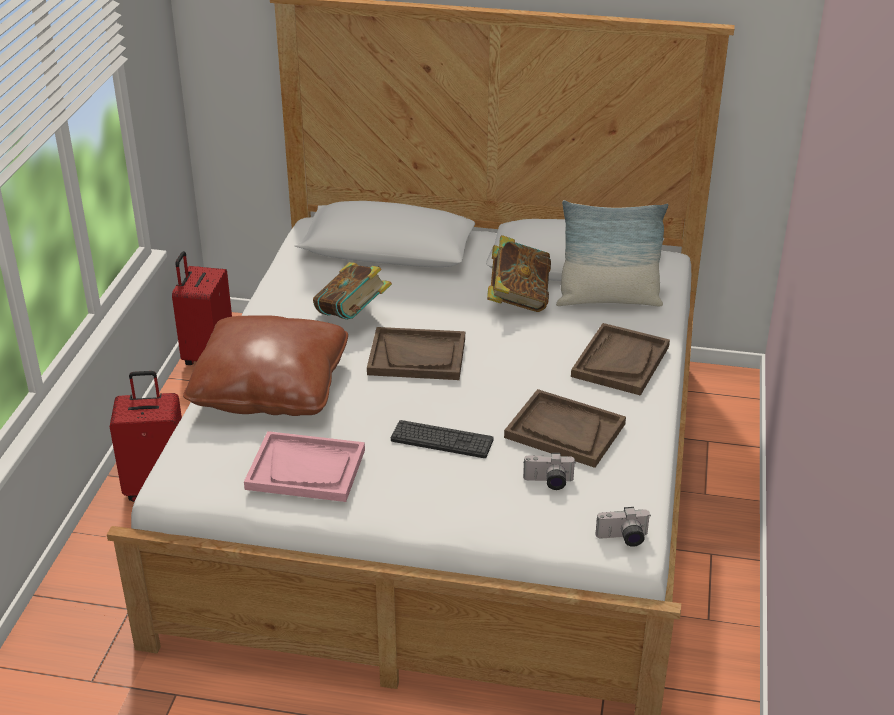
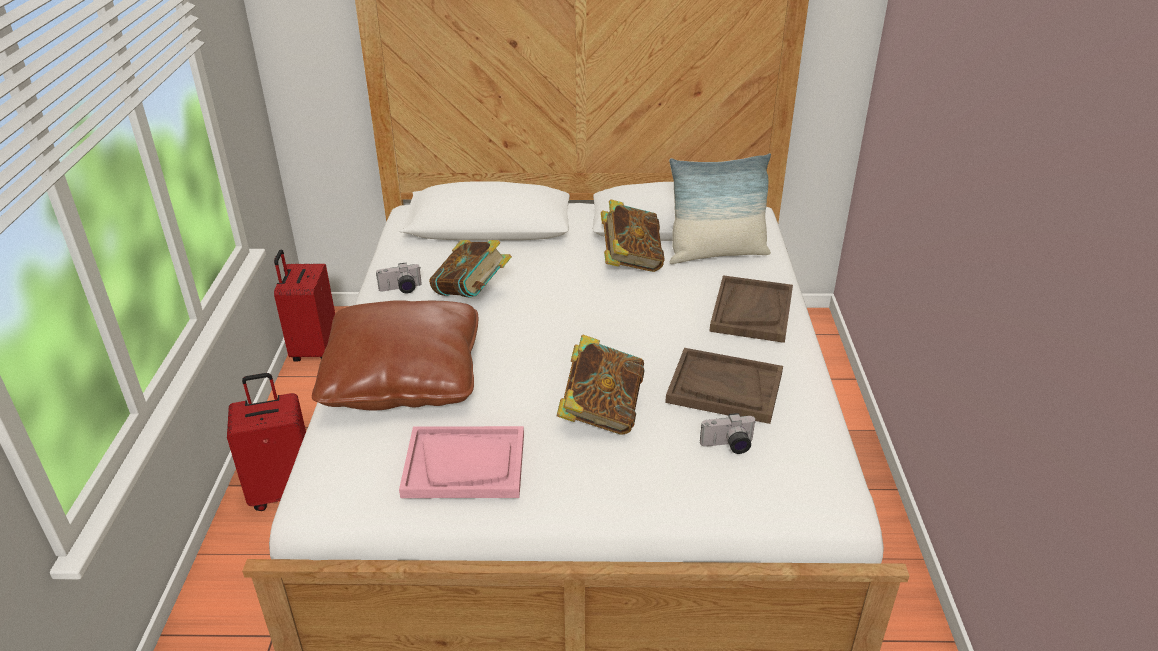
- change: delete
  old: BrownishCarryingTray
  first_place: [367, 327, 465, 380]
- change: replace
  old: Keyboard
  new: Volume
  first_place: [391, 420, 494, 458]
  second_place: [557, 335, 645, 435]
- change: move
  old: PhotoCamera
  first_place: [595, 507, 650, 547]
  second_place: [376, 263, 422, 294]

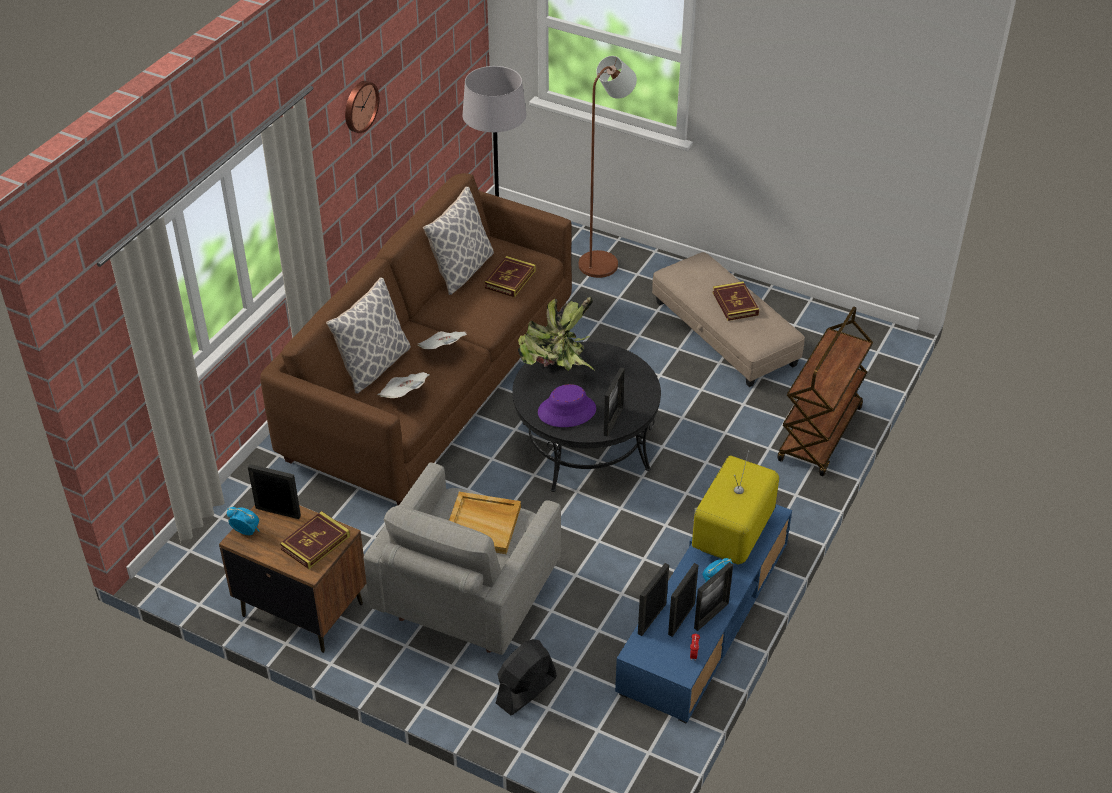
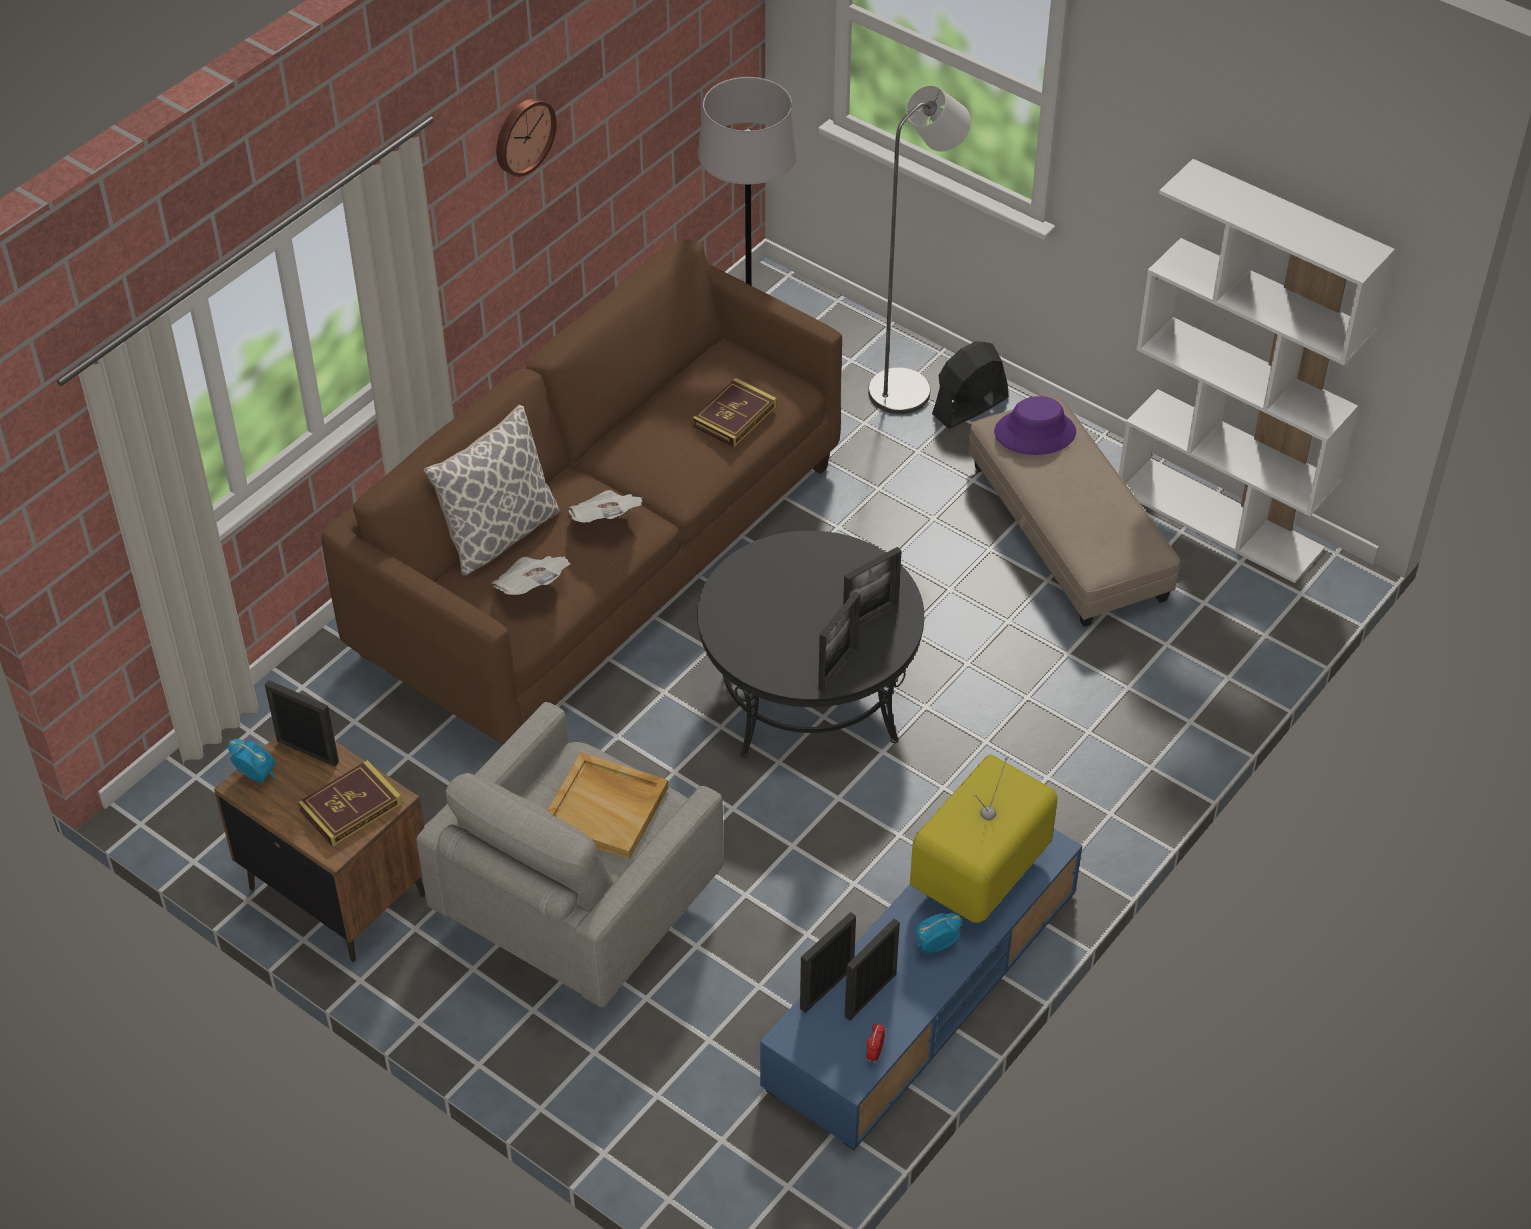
- change: delete
  old: Pillow
  first_place: [423, 187, 494, 295]
- change: move
  old: BlackColouredCoolingFan
  first_place: [496, 639, 557, 715]
  second_place: [932, 341, 1008, 429]
- change: delete
  old: PottedPlant
  first_place: [518, 297, 594, 371]
- change: move
  old: PurplishHat
  first_place: [538, 384, 596, 427]
  second_place: [994, 396, 1076, 455]
- change: recolor
  old: BrownishStandardLamp
  new: GreyishStandardLamp
  first_place: [579, 56, 637, 278]
  second_place: [868, 85, 971, 414]
- change: move
  old: PhotoFrame
  first_place: [694, 562, 733, 631]
  second_place: [843, 547, 901, 628]
- change: delete
  old: Volume
  first_place: [712, 281, 759, 321]
- change: delete
  old: BrownishWheeledCart
  first_place: [778, 306, 873, 476]
- change: insert
  new: WhitishBookcase
  second_place: [1119, 159, 1395, 583]

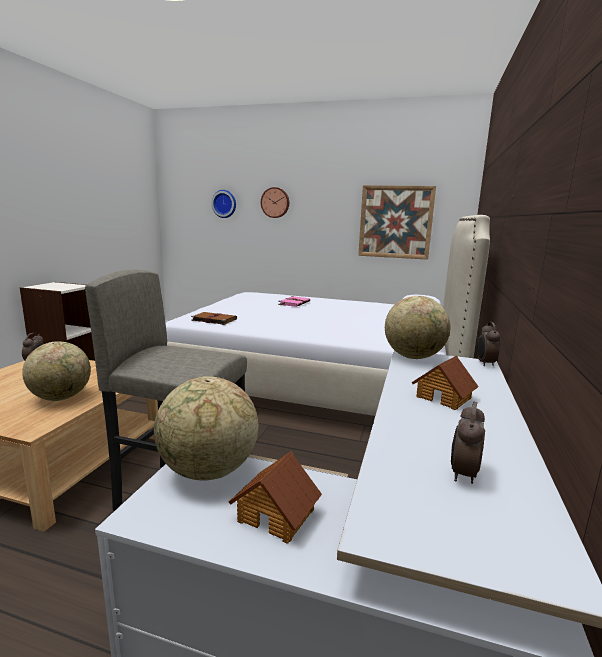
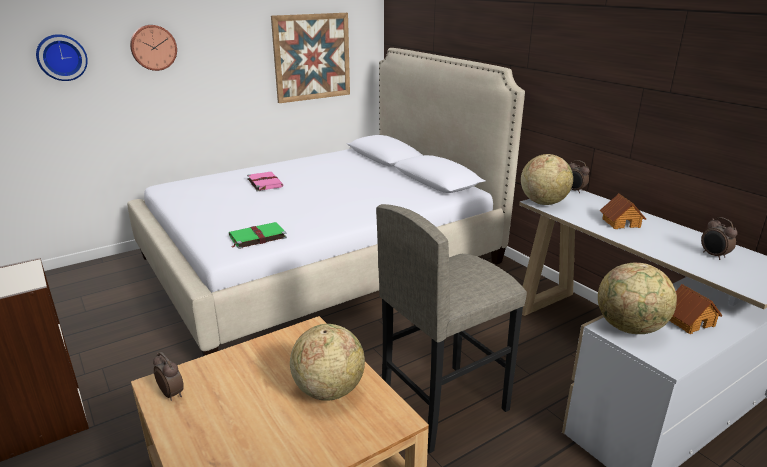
- change: recolor
  old: BrownishVolume
  new: GreenColouredVolume
  first_place: [191, 312, 237, 325]
  second_place: [229, 222, 287, 249]

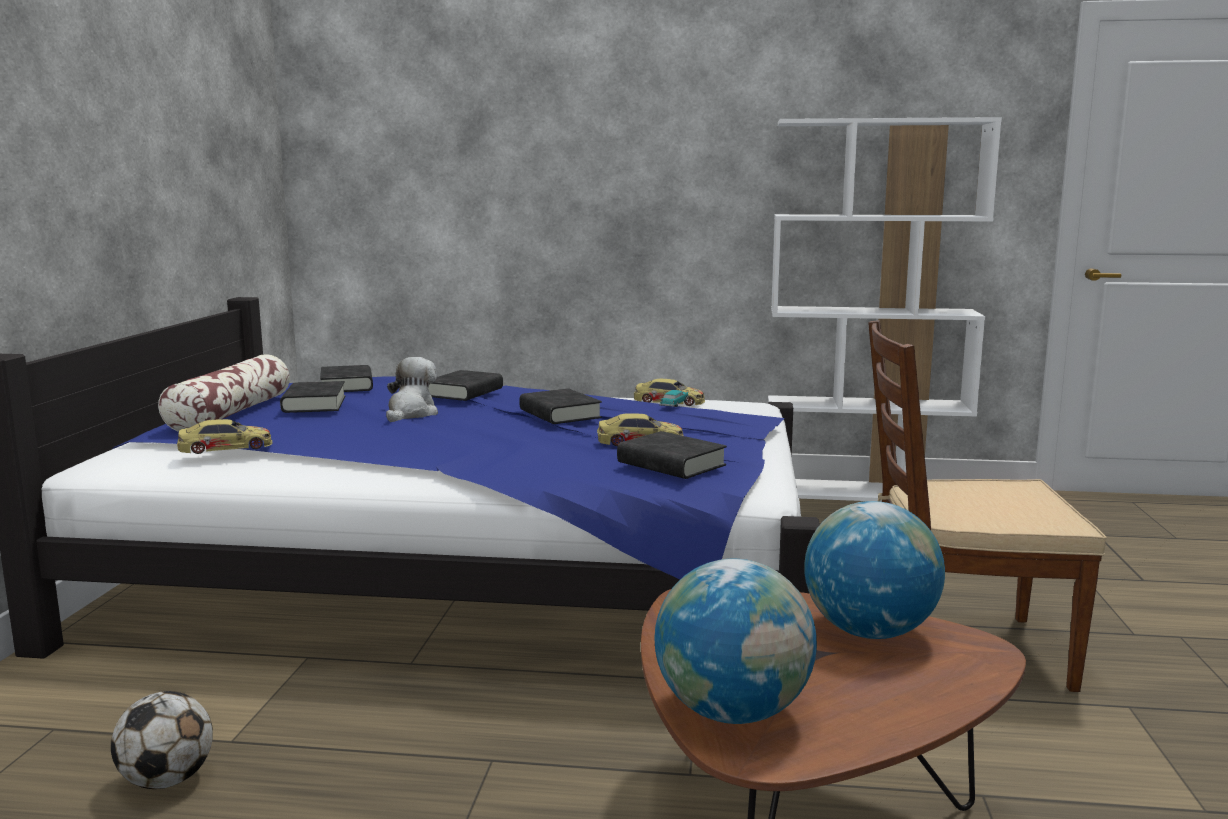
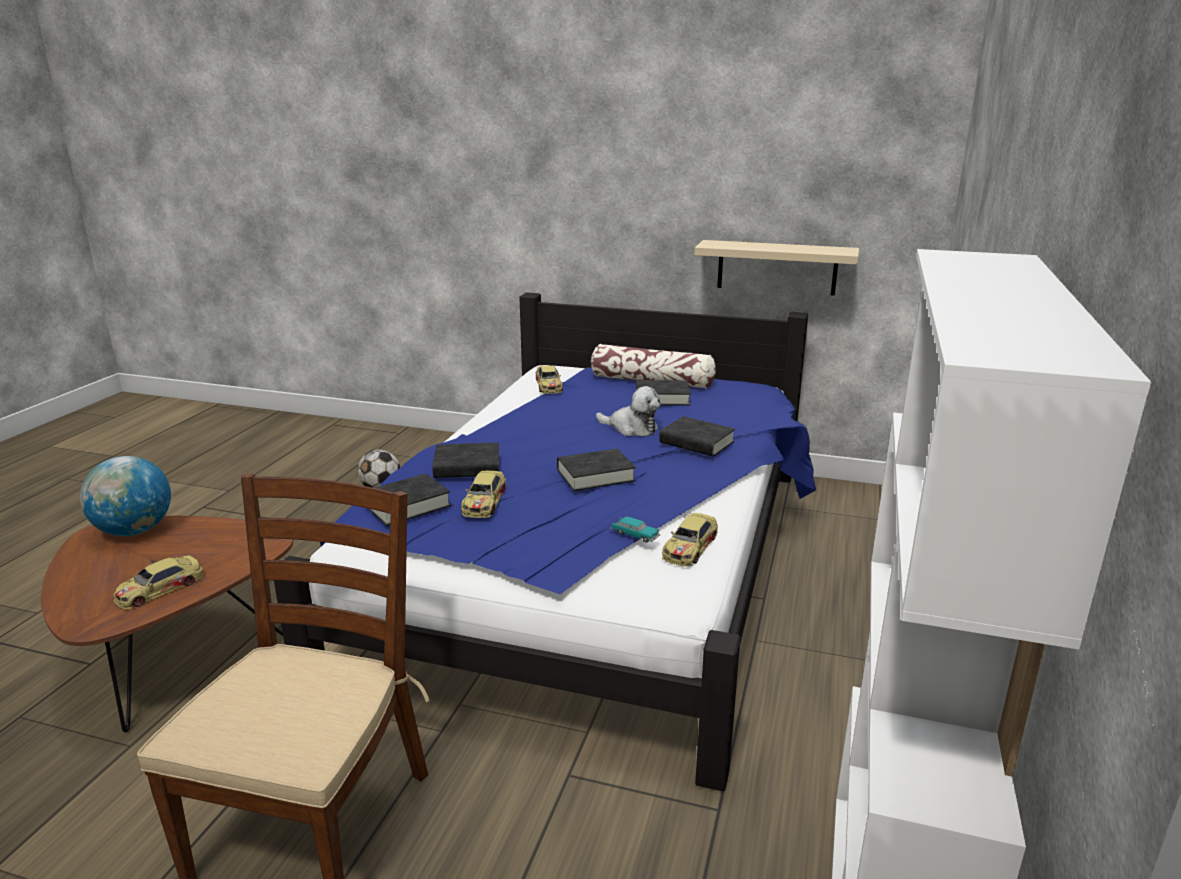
- change: move
  old: BlackColouredVolume
  first_place: [320, 365, 373, 392]
  second_place: [432, 443, 499, 478]
- change: replace
  old: Globe
  new: ToyCar
  first_place: [804, 501, 945, 639]
  second_place: [114, 555, 204, 609]
- change: insert
  new: BeigeWallShelf
  second_place: [695, 240, 859, 296]

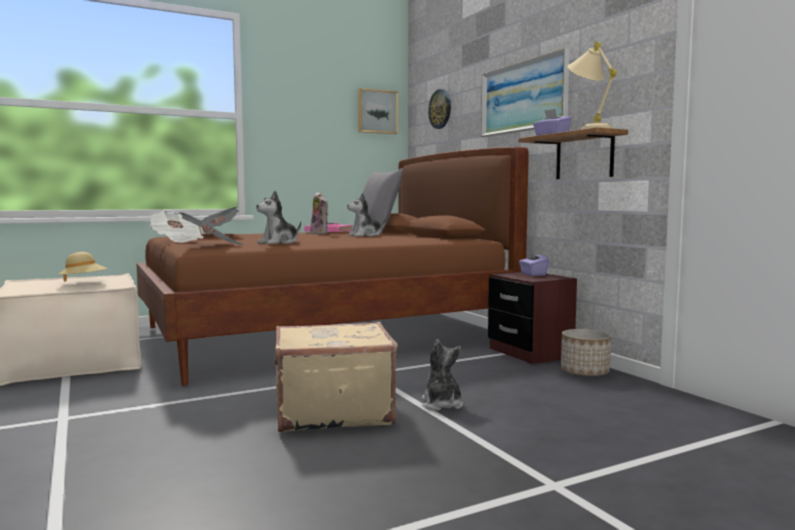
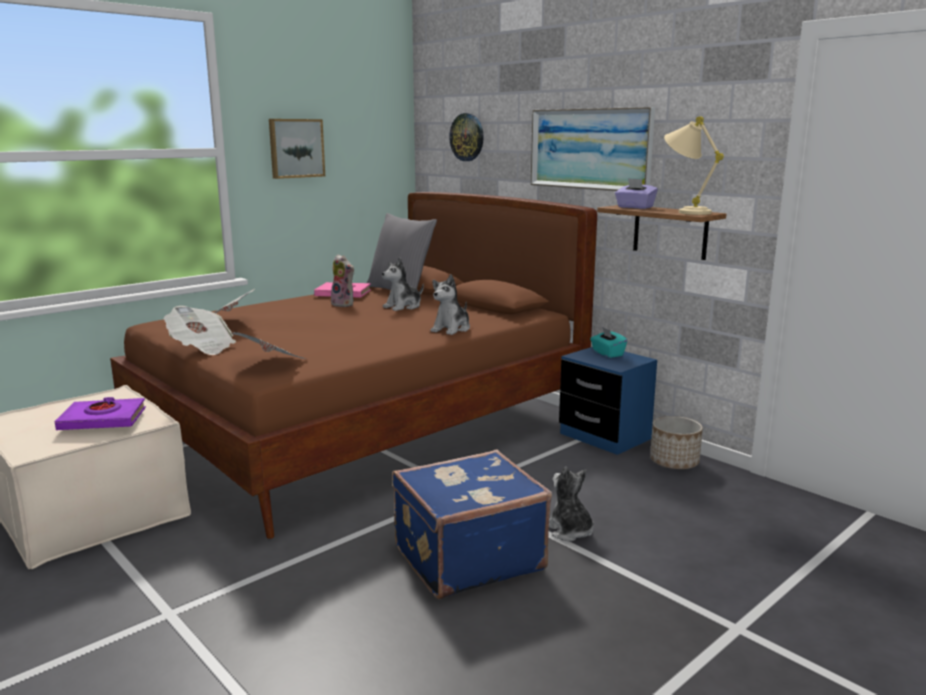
- change: replace
  old: BeigeHat
  new: PurplishVolume
  first_place: [58, 252, 108, 282]
  second_place: [55, 397, 146, 430]
- change: move
  old: PlushToy
  first_place: [256, 190, 301, 244]
  second_place: [431, 274, 470, 335]
- change: recolor
  old: BeigeSuitcase
  new: BluishSuitcase
  first_place: [275, 322, 398, 433]
  second_place: [392, 449, 552, 599]
- change: move
  old: WallArt
  first_place: [358, 88, 398, 134]
  second_place: [269, 119, 325, 179]
- change: recolor
  old: BrownishNightTable
  new: BluishNightTable
  first_place: [488, 272, 577, 364]
  second_place: [559, 347, 657, 455]
- change: recolor
  old: PurplishBoxOfTissues
  new: BlueGreenBoxOfTissues
  first_place: [519, 249, 549, 276]
  second_place: [590, 327, 627, 358]

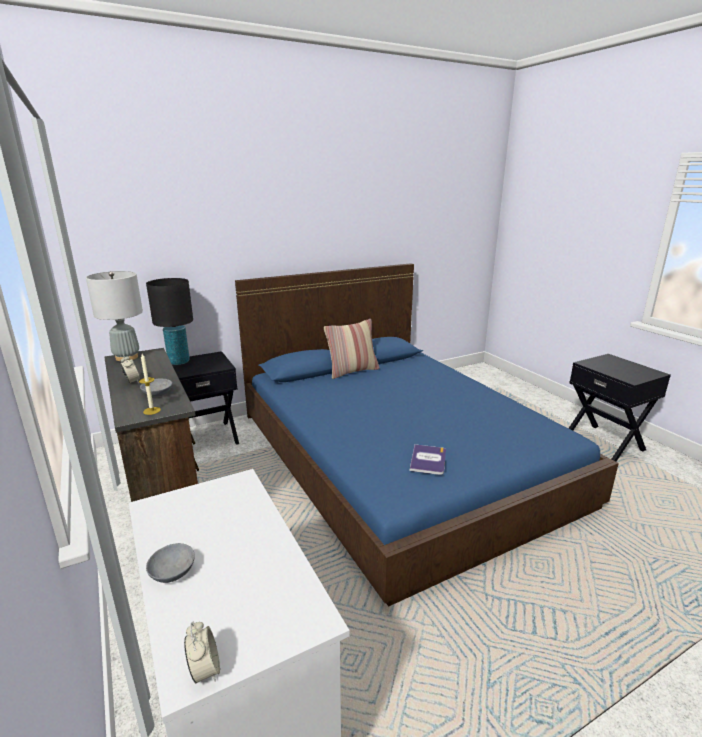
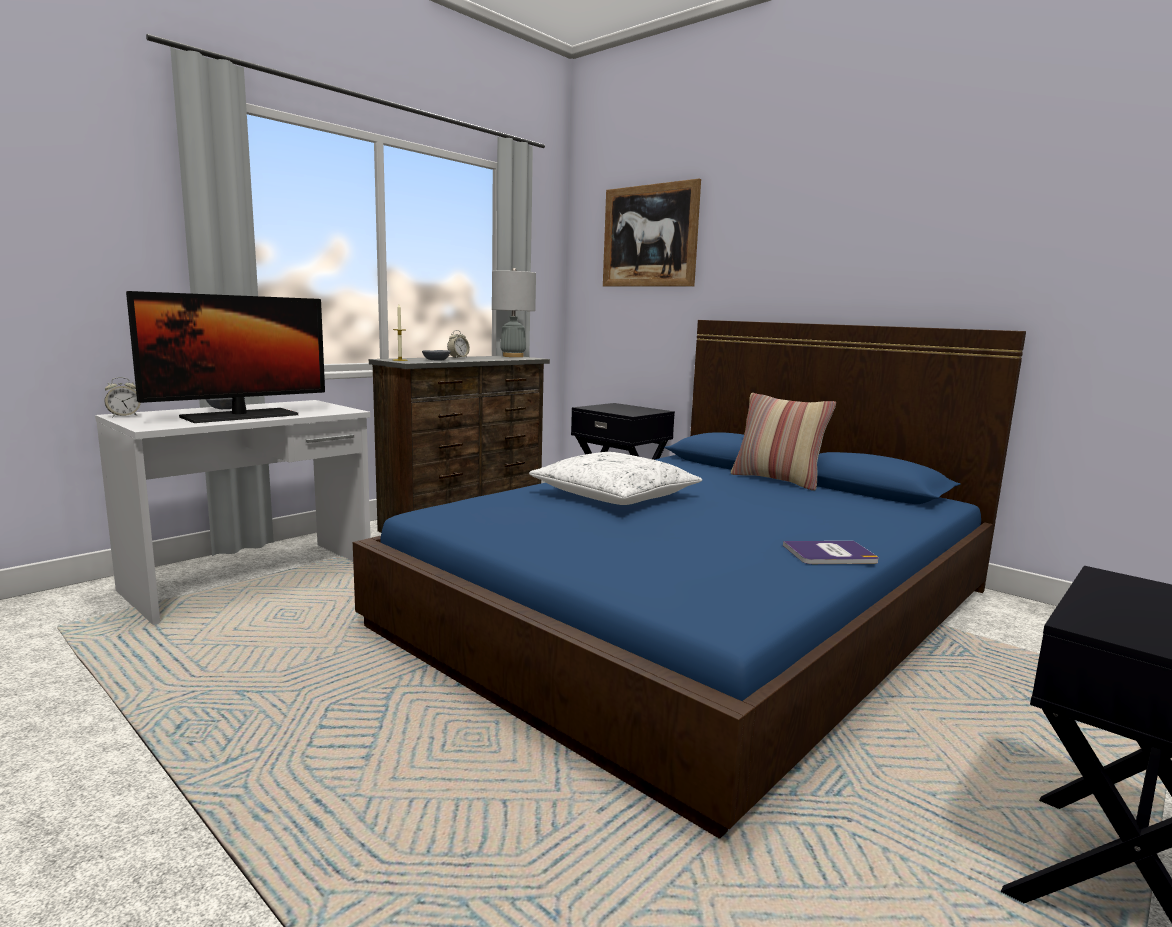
- change: delete
  old: BlackColouredTabletopLamp
  first_place: [146, 278, 193, 365]
- change: move
  old: Volume
  first_place: [410, 444, 446, 475]
  second_place: [783, 541, 879, 564]
- change: insert
  new: ComputerScreen
  second_place: [126, 291, 325, 423]
- change: insert
  new: WhitishPillow
  second_place: [529, 452, 702, 505]
- change: insert
  new: WallArt
  second_place: [603, 179, 701, 287]

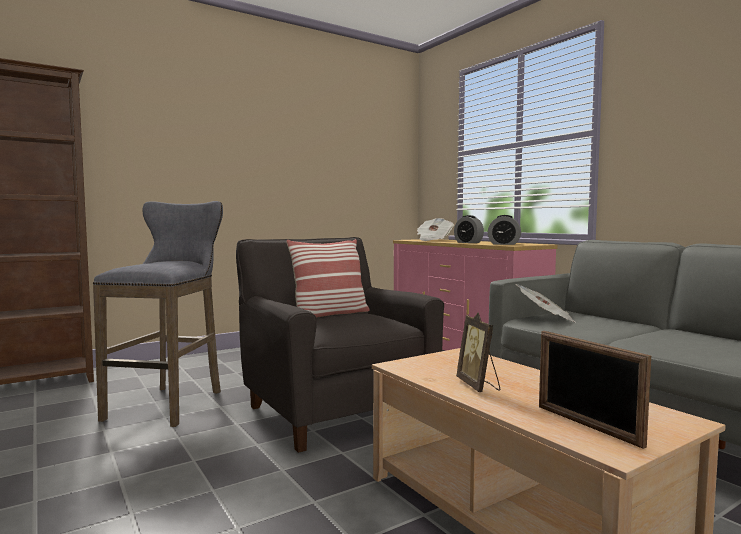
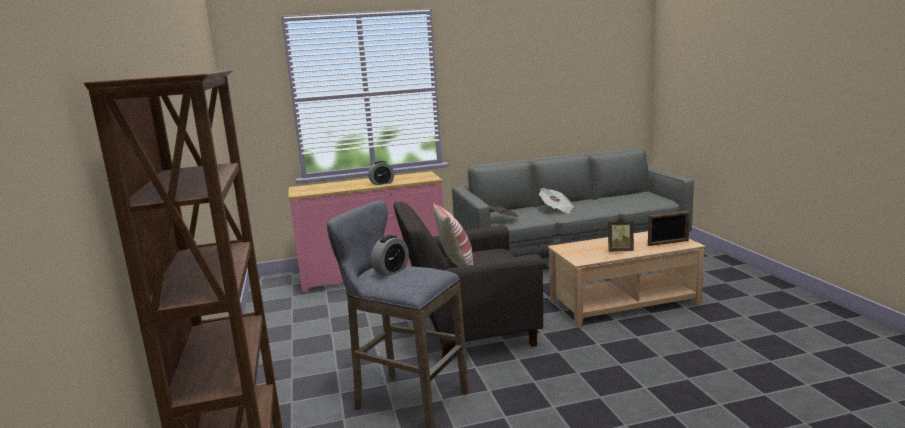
- change: move
  old: Newspaper
  first_place: [417, 218, 454, 241]
  second_place: [539, 188, 574, 213]
- change: move
  old: TableClock
  first_place: [488, 215, 521, 245]
  second_place: [371, 235, 409, 276]

